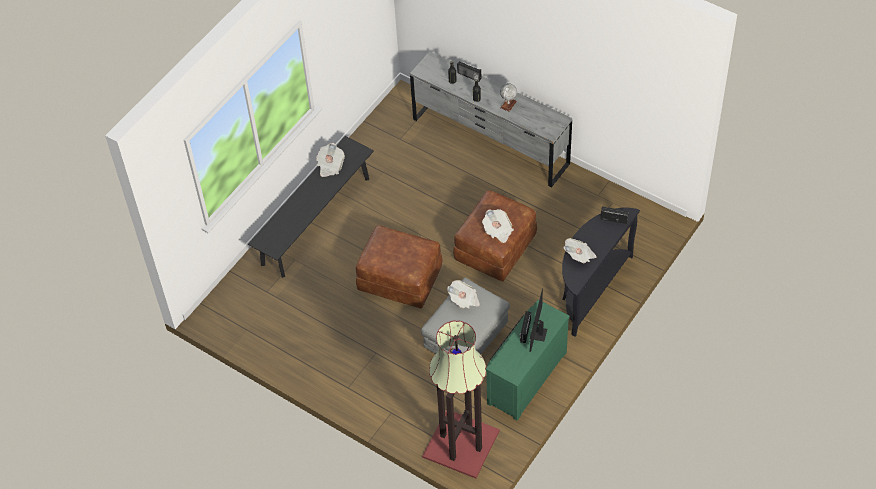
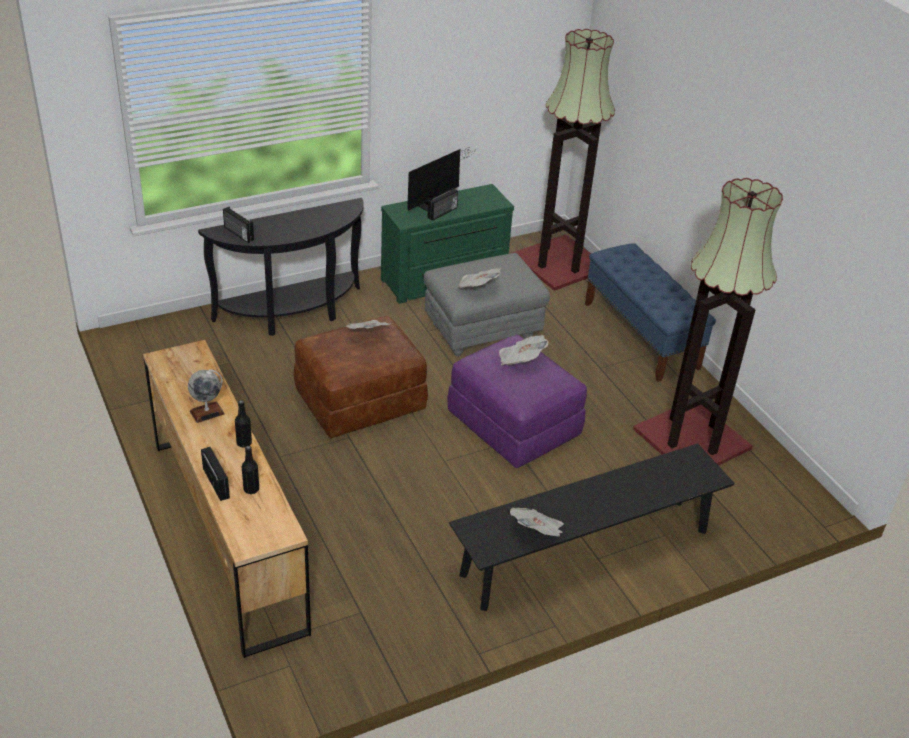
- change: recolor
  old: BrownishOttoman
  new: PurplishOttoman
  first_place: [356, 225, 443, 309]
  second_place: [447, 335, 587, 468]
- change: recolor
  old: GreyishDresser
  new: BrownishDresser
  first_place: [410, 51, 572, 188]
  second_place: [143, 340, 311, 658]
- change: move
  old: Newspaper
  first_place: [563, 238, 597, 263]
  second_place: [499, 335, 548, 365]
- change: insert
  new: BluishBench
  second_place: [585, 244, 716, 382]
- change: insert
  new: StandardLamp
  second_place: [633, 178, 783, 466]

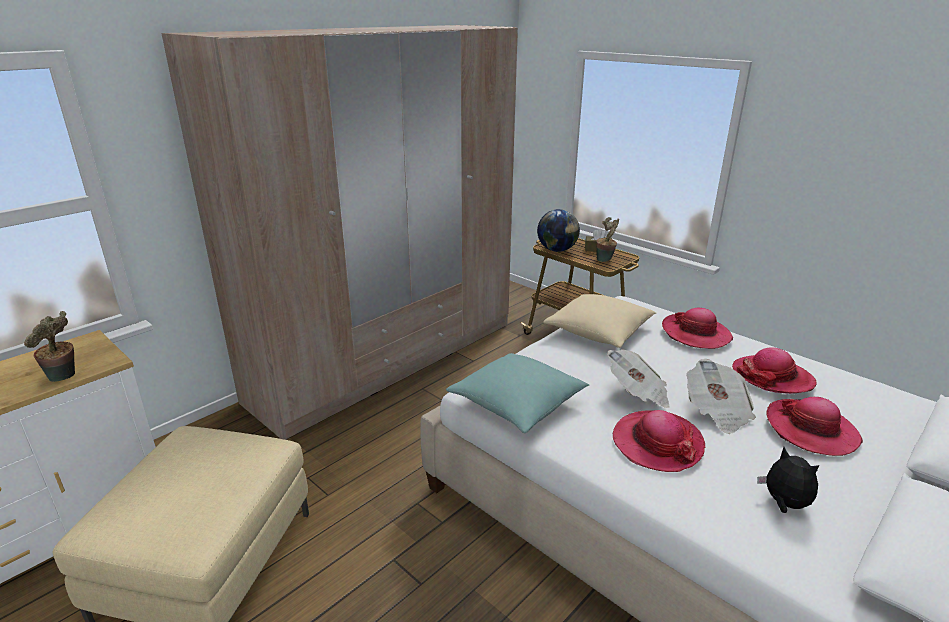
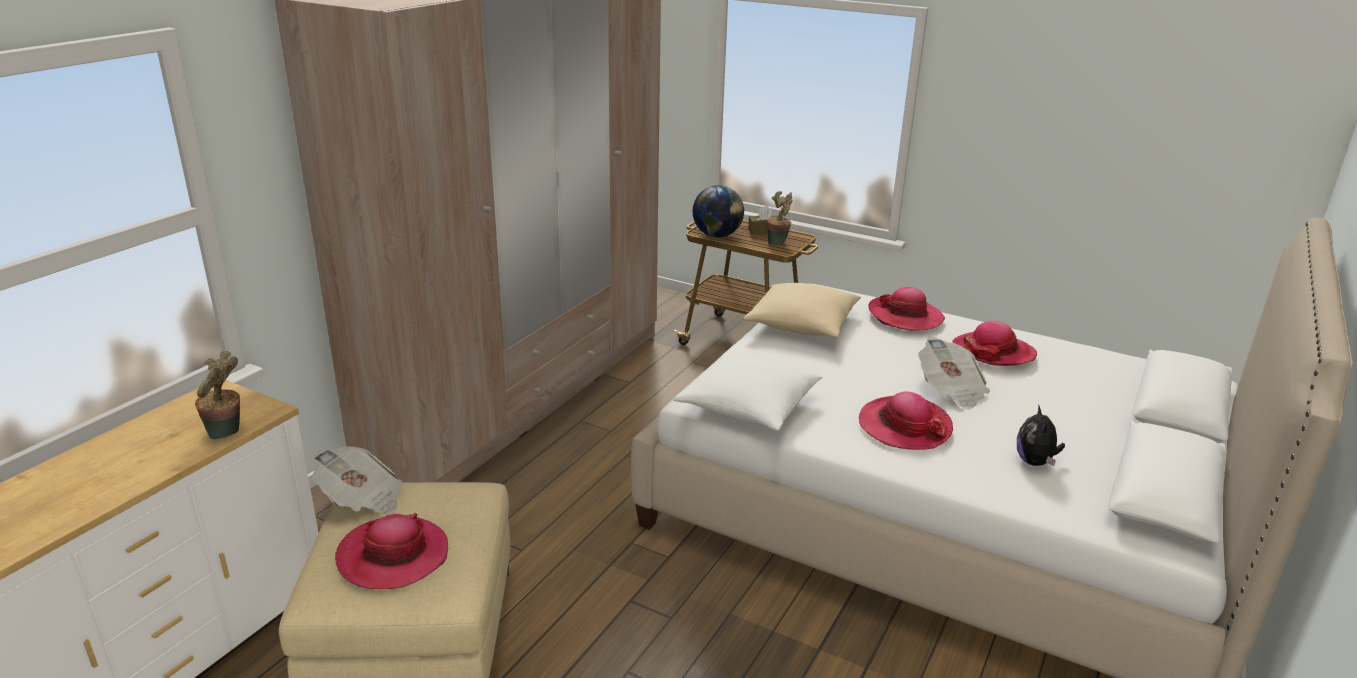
- change: recolor
  old: BlueGreenPillow
  new: WhitishPillow
  first_place: [446, 353, 589, 433]
  second_place: [674, 355, 823, 431]
- change: move
  old: Newspaper
  first_place: [607, 349, 669, 408]
  second_place: [312, 446, 402, 515]
- change: rotate
  old: PlushToy
  first_place: [757, 447, 819, 513]
  second_place: [1017, 404, 1065, 466]
  degrees: -120
- change: move
  old: Hat
  first_place: [766, 397, 863, 456]
  second_place: [335, 513, 448, 589]

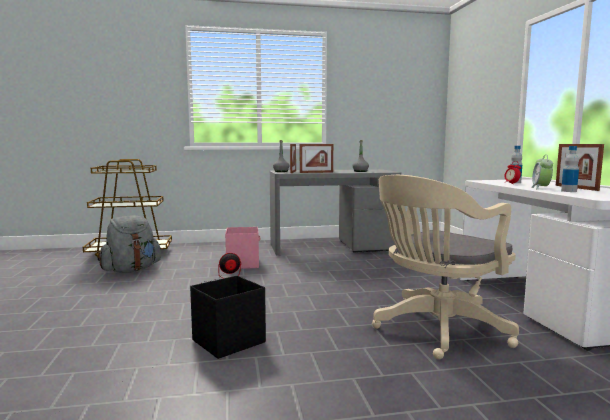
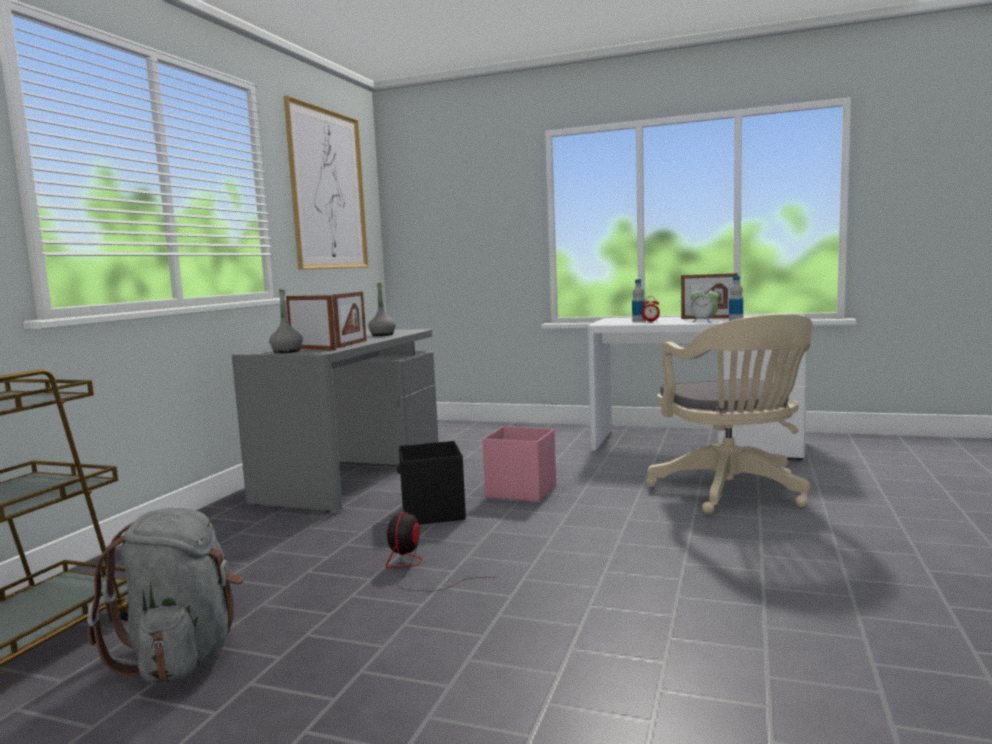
- change: move
  old: BlackColouredStorageContainer
  first_place: [190, 275, 266, 359]
  second_place: [397, 441, 466, 525]
- change: move
  old: PinkColouredStorageContainer
  first_place: [225, 227, 260, 269]
  second_place: [482, 426, 556, 502]
- change: insert
  new: WallArt
  second_place: [284, 95, 369, 270]

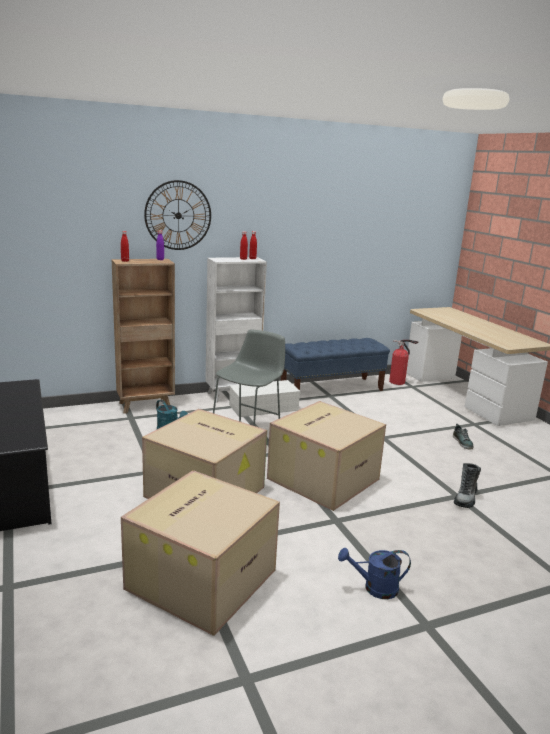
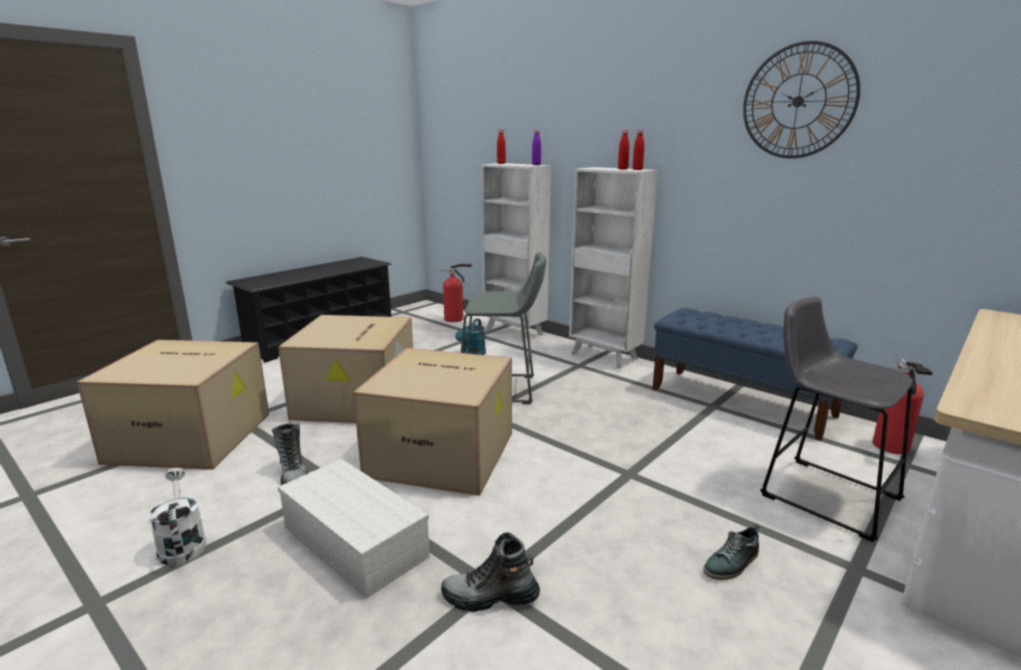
- change: recolor
  old: BrownishBookcase
  new: WhitishBookcase
  first_place: [112, 259, 175, 414]
  second_place: [481, 163, 551, 342]
- change: move
  old: ClockOnTheWall
  first_place: [144, 180, 211, 250]
  second_place: [743, 41, 860, 158]
- change: move
  old: WhitishStorageContainer
  first_place: [229, 380, 301, 417]
  second_place: [278, 459, 430, 598]
- change: recolor
  old: BluishSprinklingCan
  new: WhitishSprinklingCan
  first_place: [338, 548, 411, 599]
  second_place: [149, 468, 206, 565]
- change: insert
  new: TallBoot
  second_place: [272, 423, 309, 485]
- change: insert
  new: FireExtinguisher
  second_place: [440, 264, 472, 322]
- change: insert
  new: GreyishStool
  second_place: [760, 296, 913, 542]

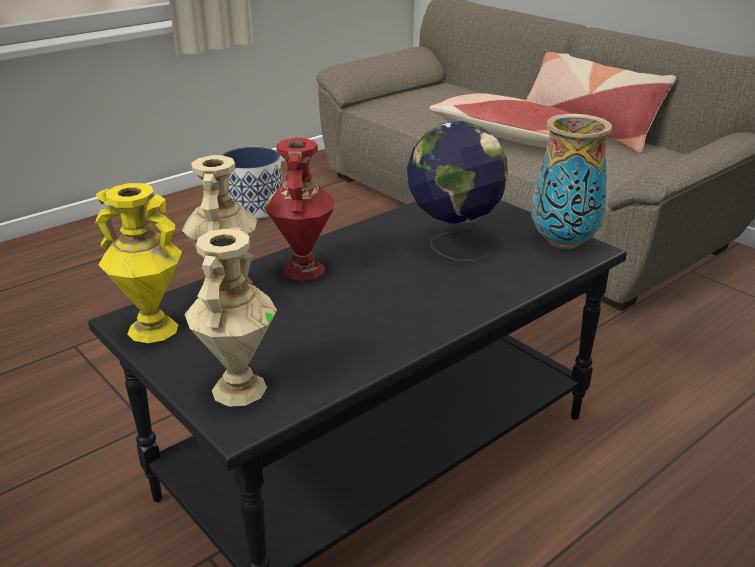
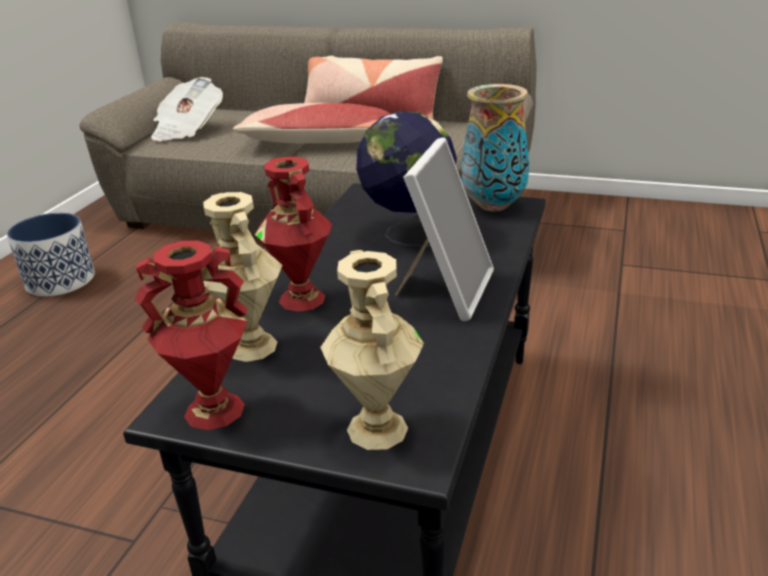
- change: recolor
  old: YellowColouredFlowerVase
  new: RedColouredFlowerVase
  first_place: [95, 183, 182, 343]
  second_place: [134, 241, 248, 430]
- change: insert
  new: Newspaper
  second_place: [151, 77, 223, 141]
- change: insert
  new: PhotoFrame
  second_place: [395, 137, 494, 321]

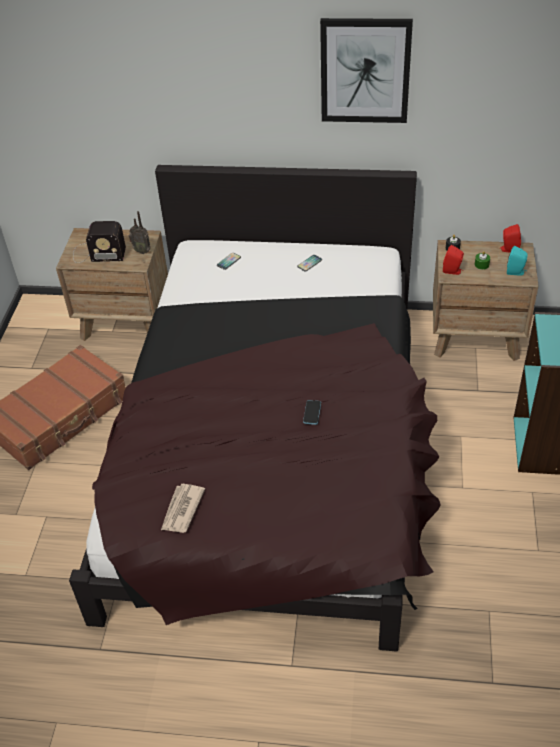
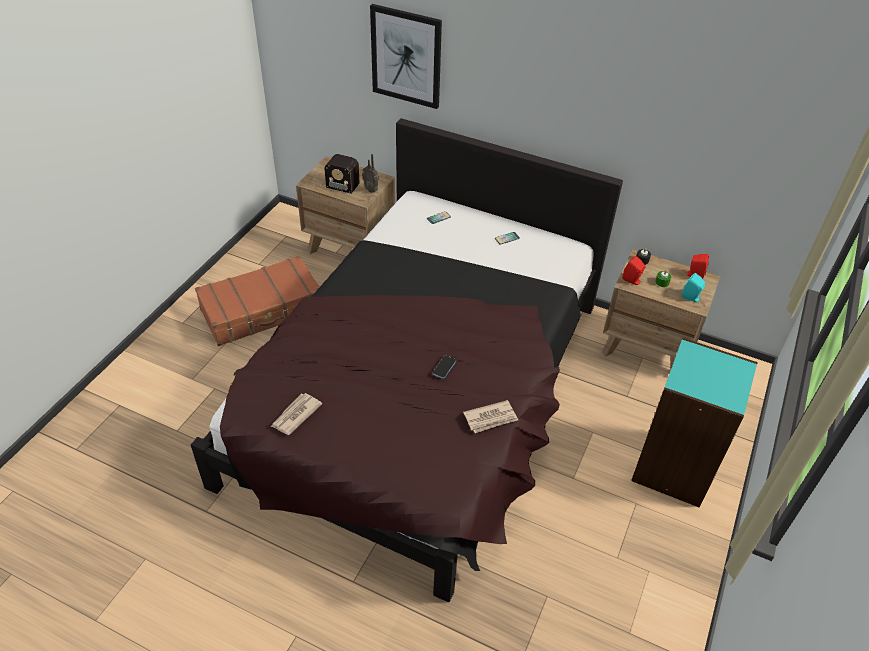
- change: move
  old: WallArt
  first_place: [320, 18, 413, 123]
  second_place: [370, 4, 442, 109]
- change: insert
  new: Newspaper
  second_place: [463, 400, 518, 433]

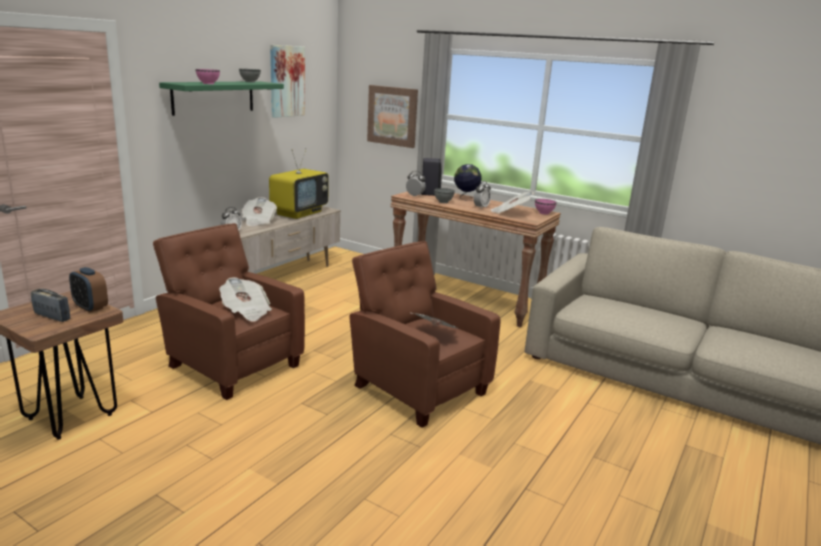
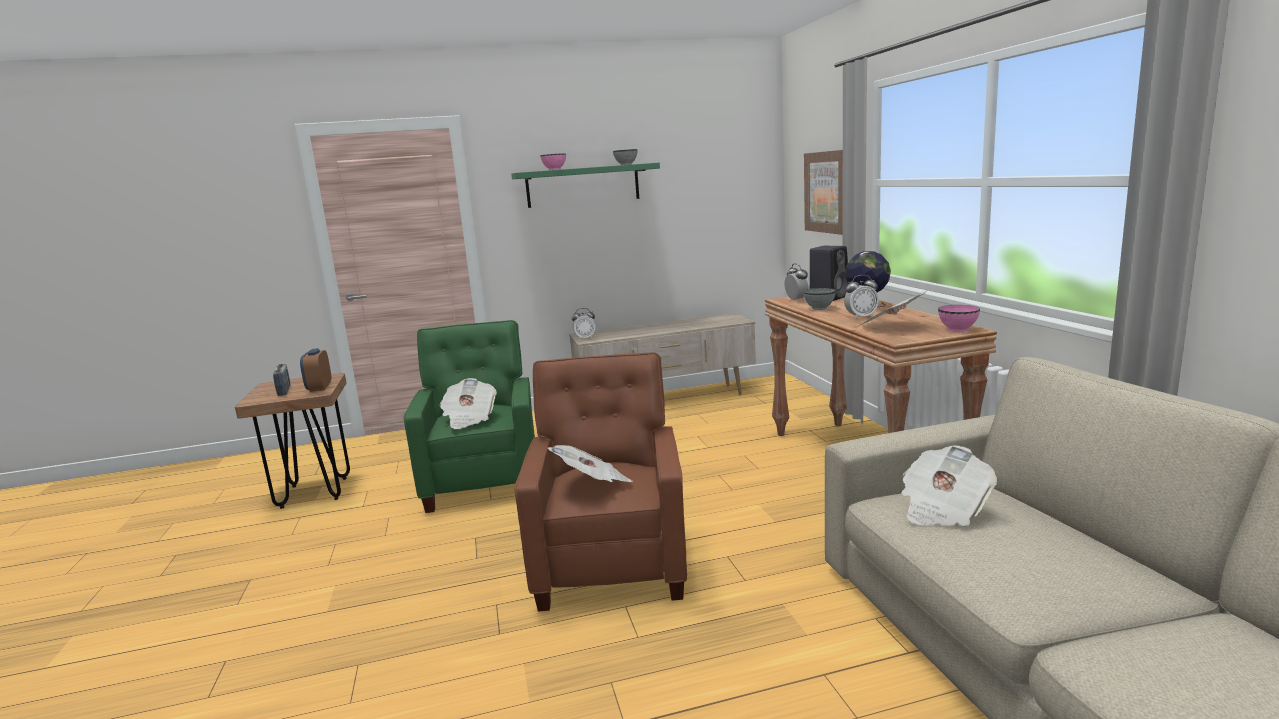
- change: recolor
  old: BrownishEasyChair
  new: GreenColouredEasyChair
  first_place: [153, 223, 305, 400]
  second_place: [404, 320, 535, 513]
- change: move
  old: Newspaper
  first_place: [241, 197, 277, 226]
  second_place: [902, 445, 997, 526]
- change: delete
  old: TvSet
  first_place: [269, 148, 329, 219]
- change: delete
  old: WallArt
  first_place: [270, 45, 305, 118]

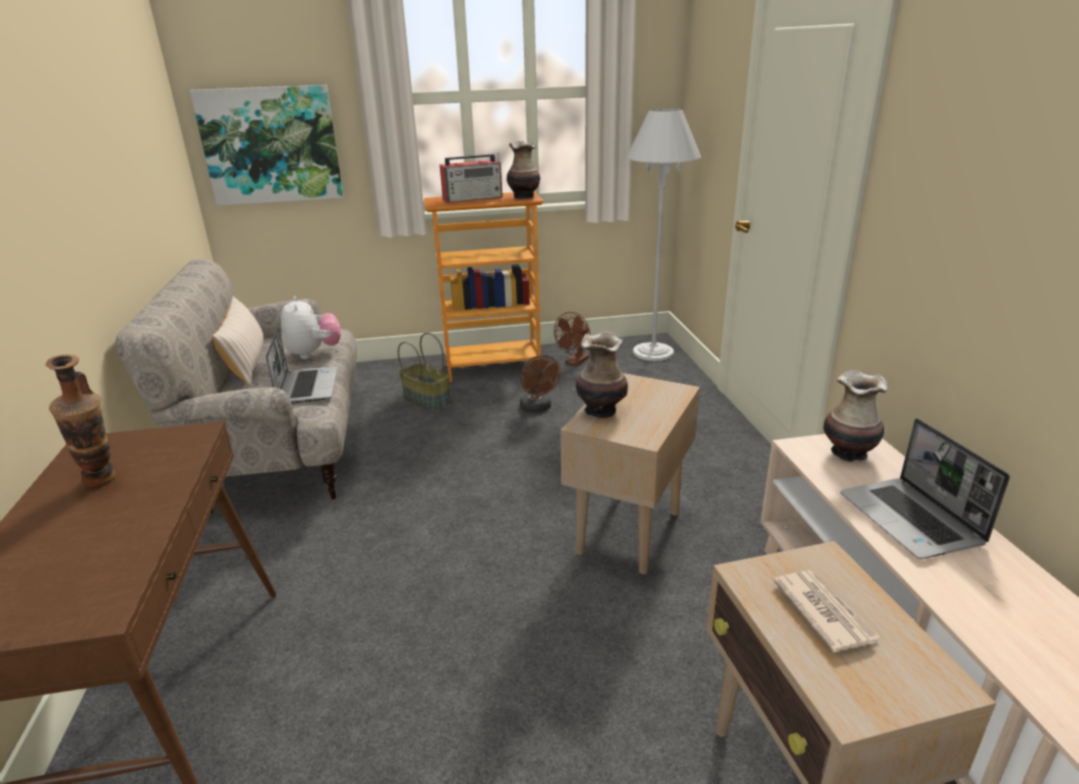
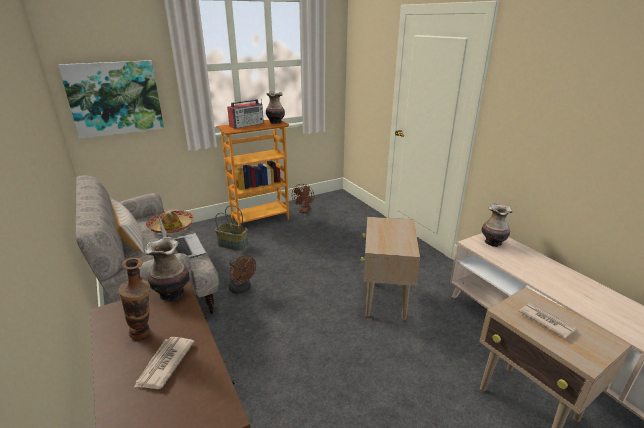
- change: replace
  old: PlushToy
  new: Hat
  first_place: [281, 296, 341, 359]
  second_place: [146, 210, 194, 233]
- change: move
  old: BrownishCoolingFan
  first_place: [519, 355, 561, 413]
  second_place: [229, 255, 256, 294]
- change: move
  old: FlowerVase
  first_place: [576, 331, 628, 418]
  second_place: [145, 237, 190, 301]
- change: delete
  old: WhitishStandardLamp
  first_place: [626, 109, 701, 361]
- change: delete
  old: Laptop
  first_place: [840, 418, 1010, 559]
- change: insert
  new: Newspaper
  second_place: [134, 337, 194, 389]

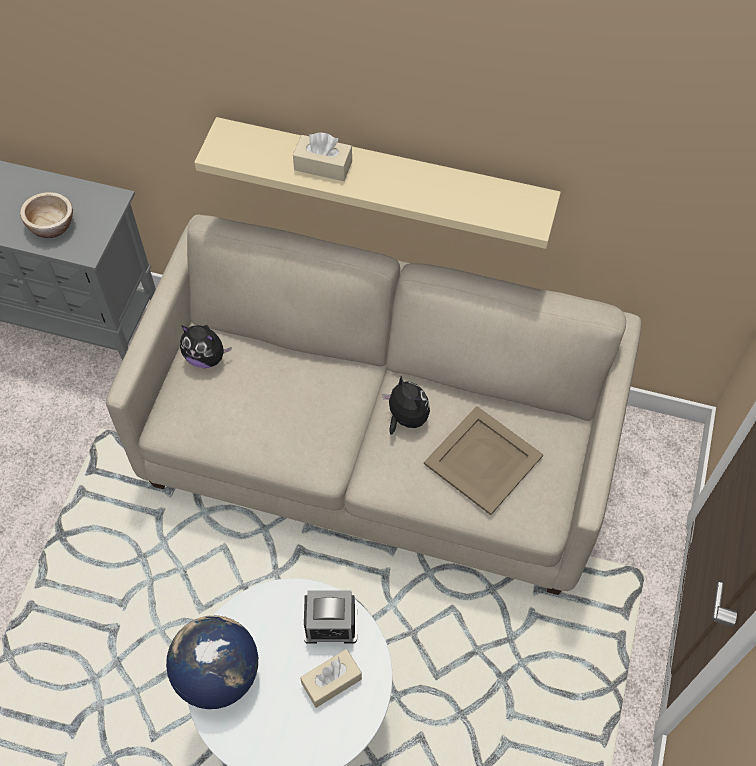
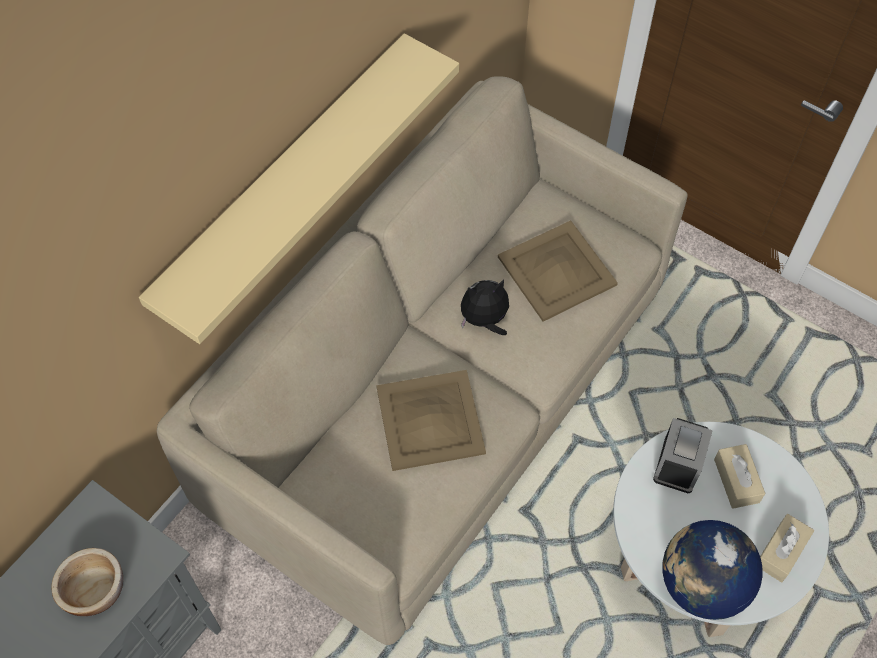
- change: delete
  old: PlushToy
  first_place: [180, 325, 231, 368]
- change: move
  old: BeigeBoxOfTissues
  first_place: [293, 132, 352, 181]
  second_place: [760, 514, 814, 582]
- change: insert
  new: BeigeCarryingTray
  second_place: [376, 370, 486, 471]

